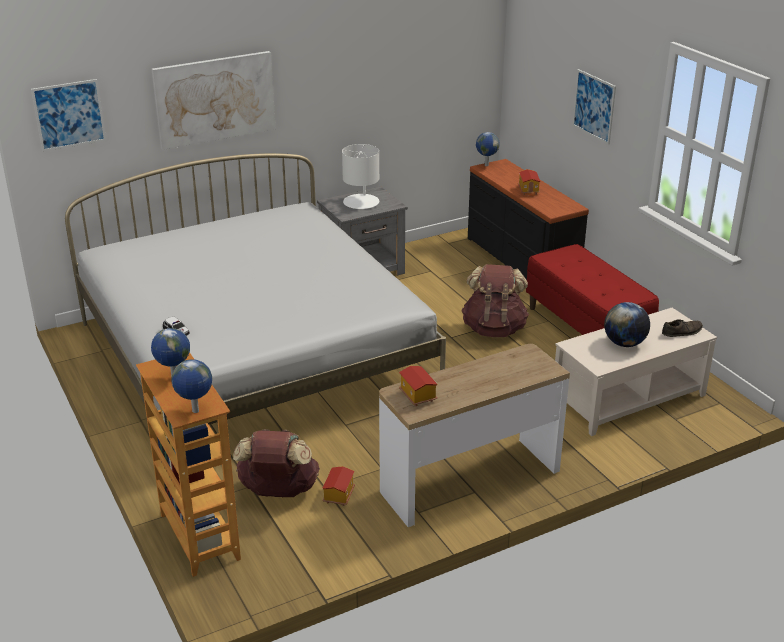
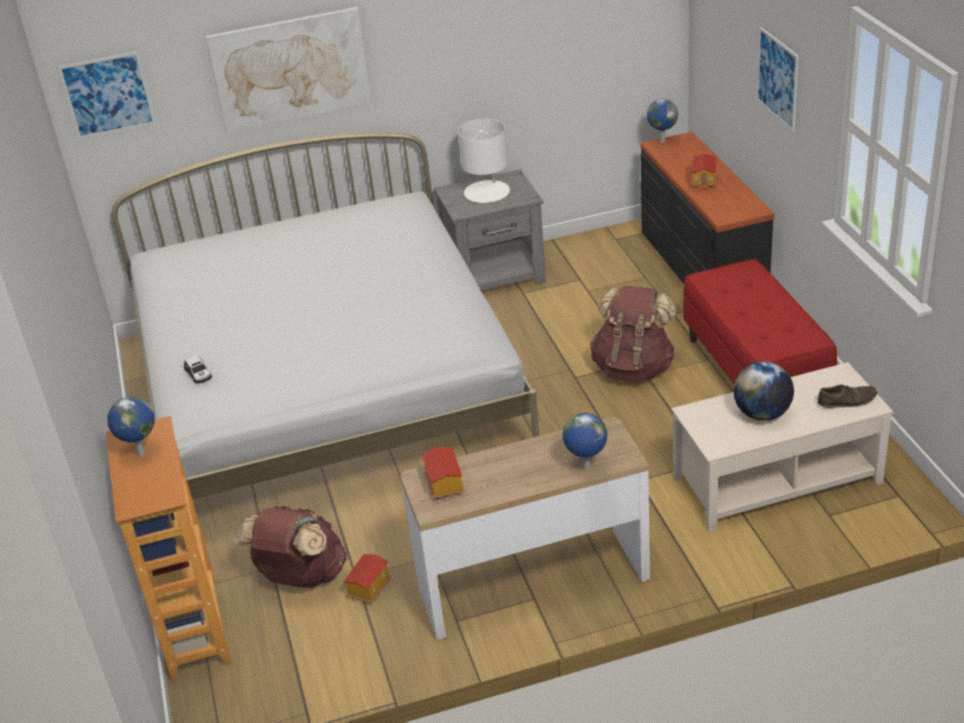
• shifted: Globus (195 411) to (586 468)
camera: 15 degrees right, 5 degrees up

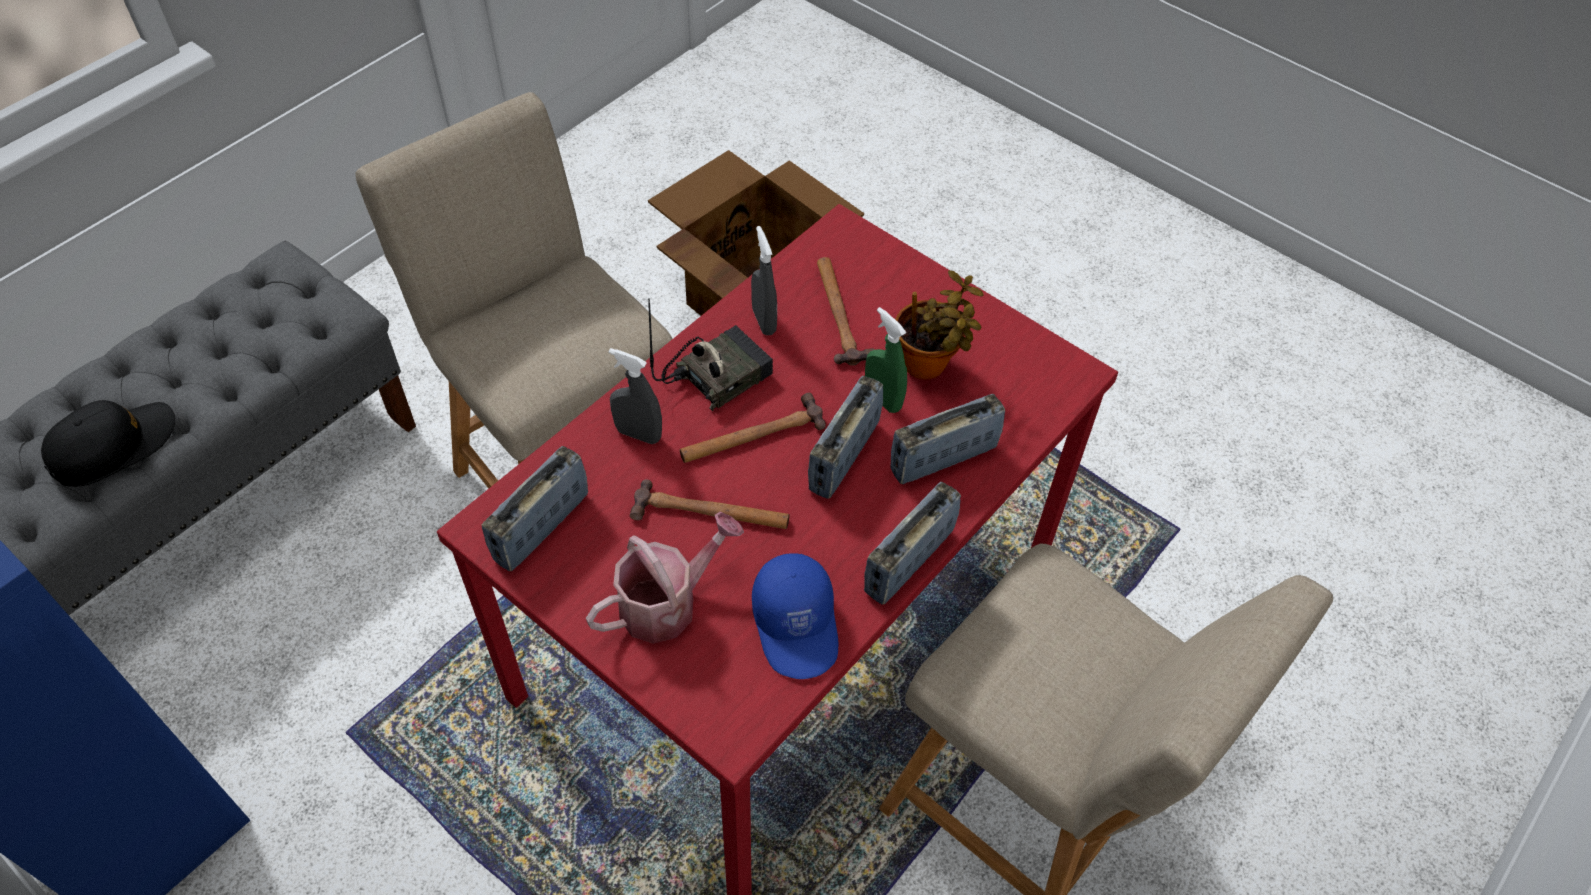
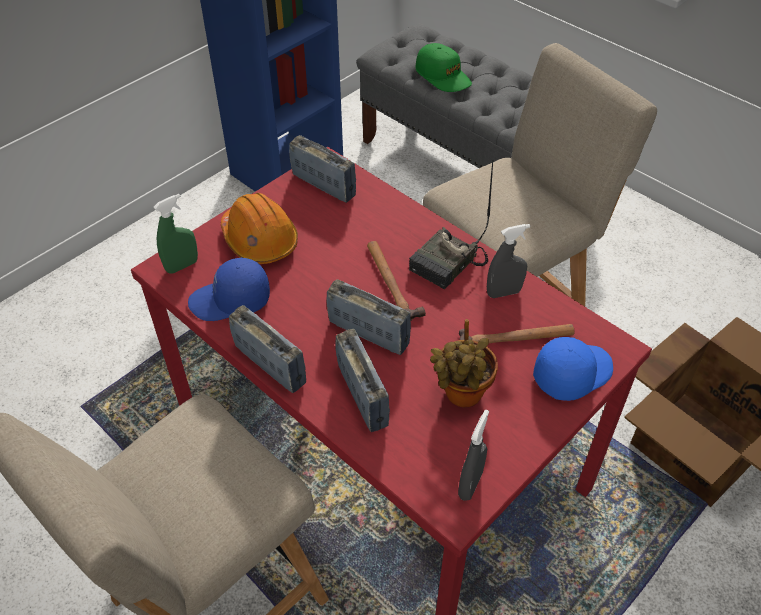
• gone: Hammer (710 514)
• new: Kappe [blau] (571 373)
• shifted: Sprühflasche [grau] (638 434) to (470 484)
• shifted: Sprühflasche [grün] (882 399) to (182 266)
• swapped: Gießkanne (667 603) to Schutzhelm [orange] (260 240)
• repainted: Kappe [schwarz] (114 446) to Kappe [grün] (443 76)
• rotated: Radio (717 374) = (449 265) 75 degrees clockwise
camera: 95 degrees right, 5 degrees down

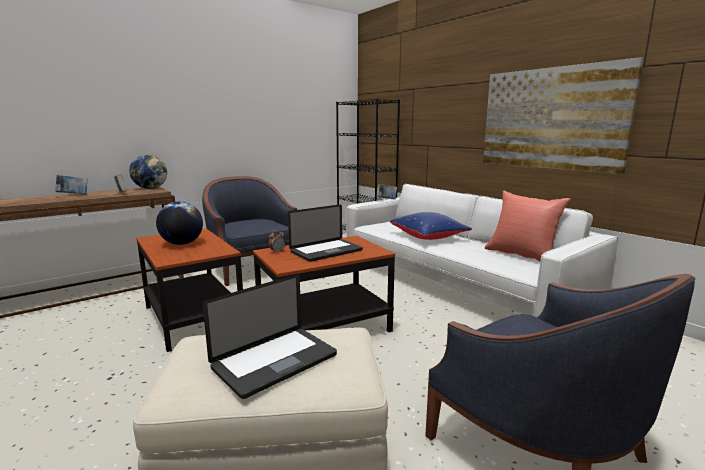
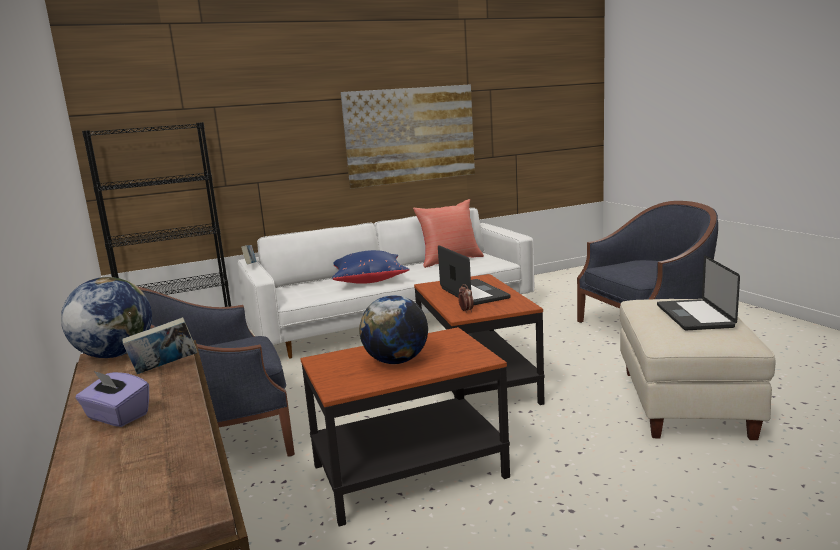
• swapped: Buch (73 195) to Taschentuchbox [lila] (117 417)
• rotated: Laptop (275 362) = (694 316) 150 degrees counterclockwise
camera: 75 degrees left, 0 degrees up

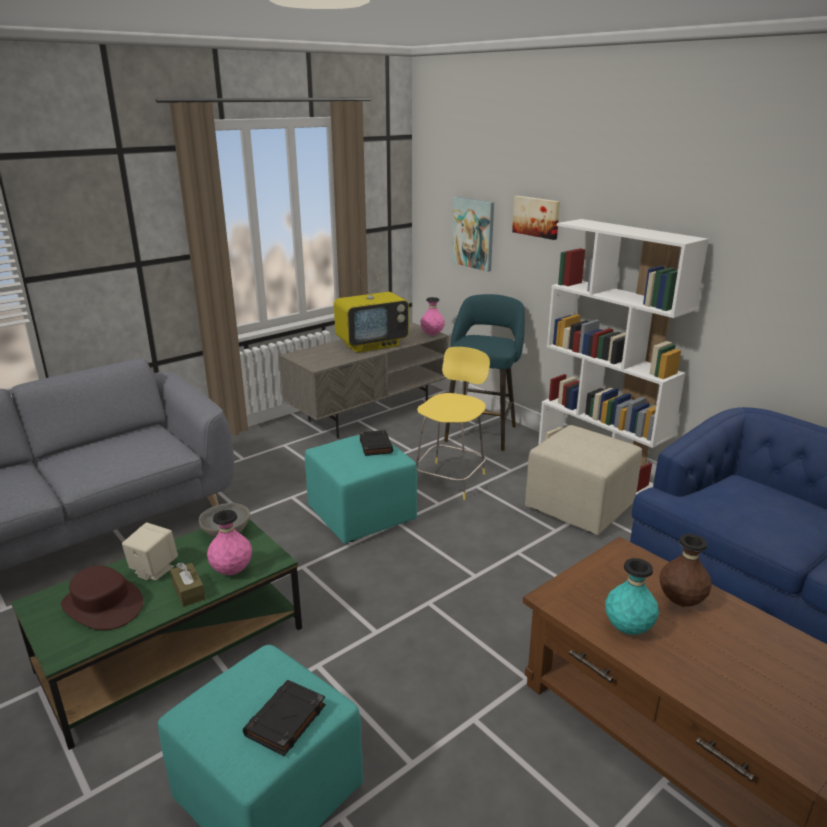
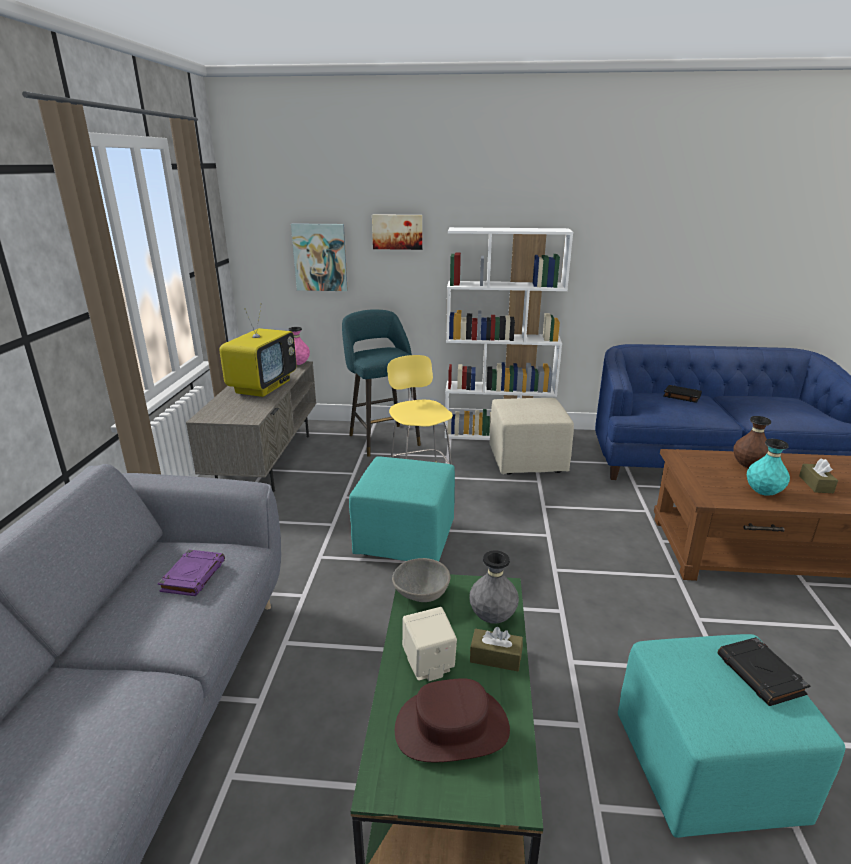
• new: Buch [lila] (193 575)
• new: Taschentuchbox [braun] (815 484)
• shifted: Buch [schwarz] (375 445) to (681 396)
• repainted: Vase [rosa] (232 571) to Vase [grau] (492 617)
camera: 45 degrees left, 0 degrees up

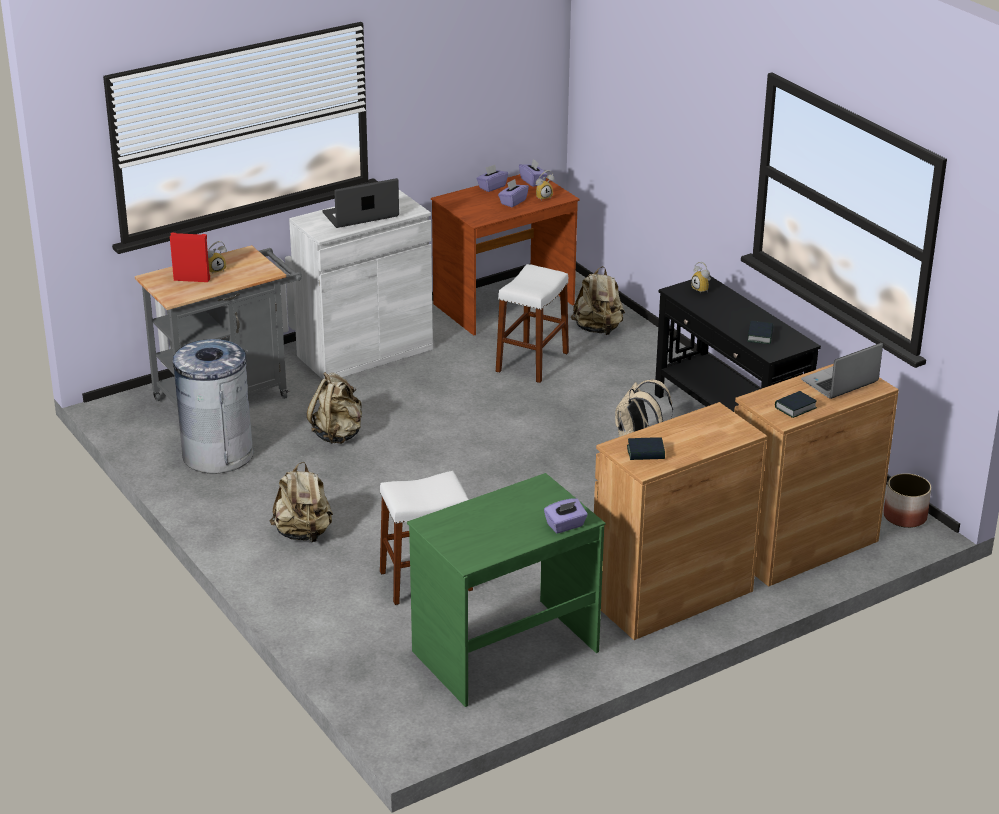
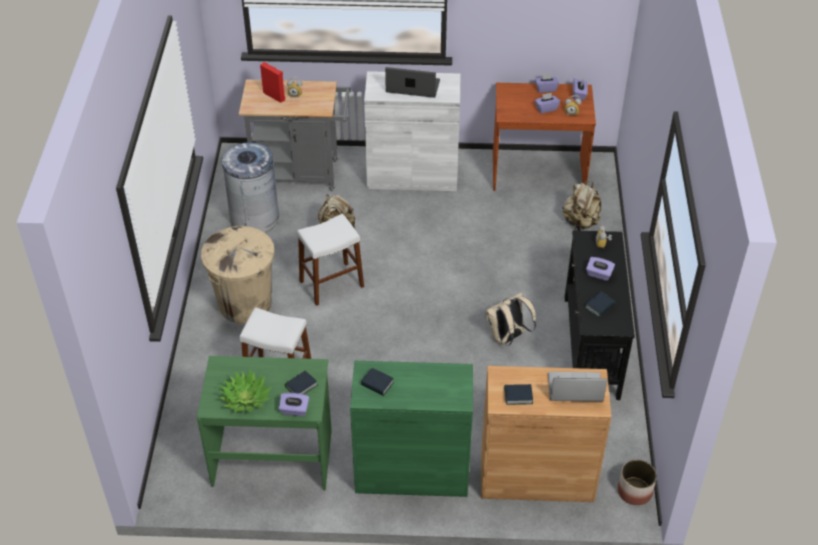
• new: Topfpflanze (246 398)
• new: Buch (301 386)
• new: Taschentuchbox [lila] (599 274)
• shifted: Hocker [weiß] (532 362) to (331 284)
• swapped: Rucksack [beige] (303 534) to Mülleimer [beige] (245 304)
• repainted: Schrank [braun] (672 596) to Schrank [grün] (412 471)
camera: 35 degrees right, 15 degrees up

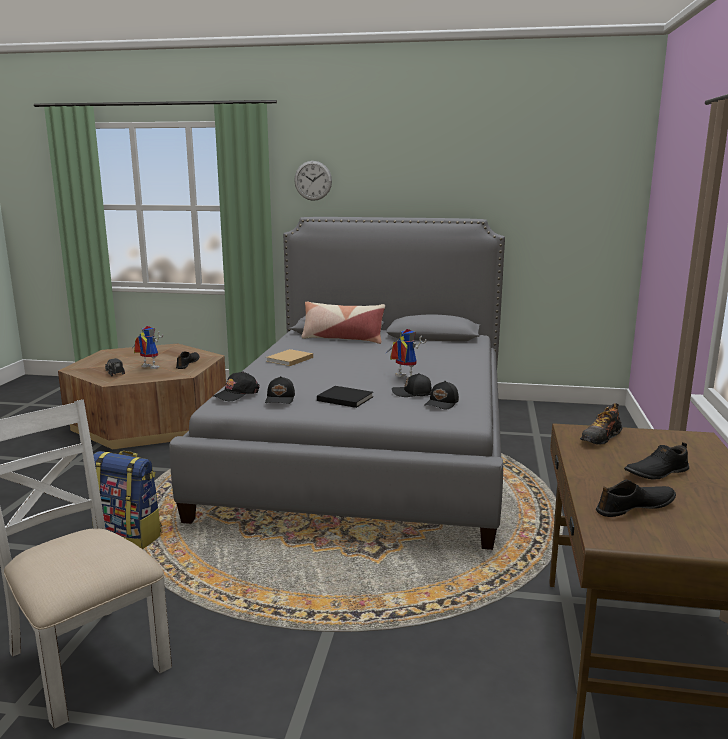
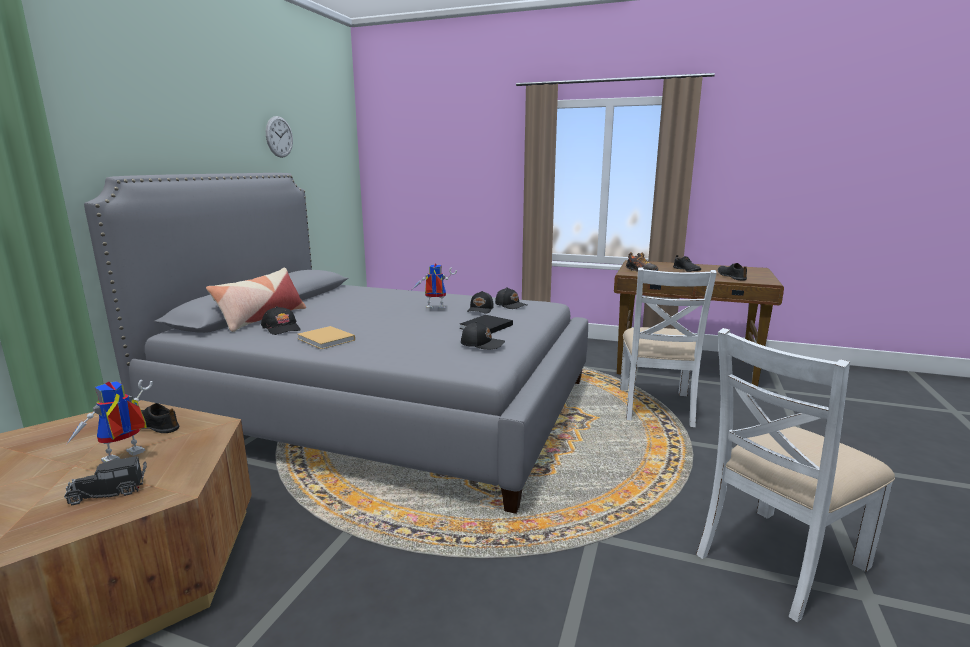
• gone: Rucksack (130 536)
• new: Stuhl [weiß] (656 406)
• shifted: Kappe [schwarz] (236 394) to (282 328)
• shifted: Wanduhr (313 180) to (279 137)
• rotated: Spielzeugroboter (402 377) = (433 309) 45 degrees clockwise
camera: 80 degrees left, 0 degrees up

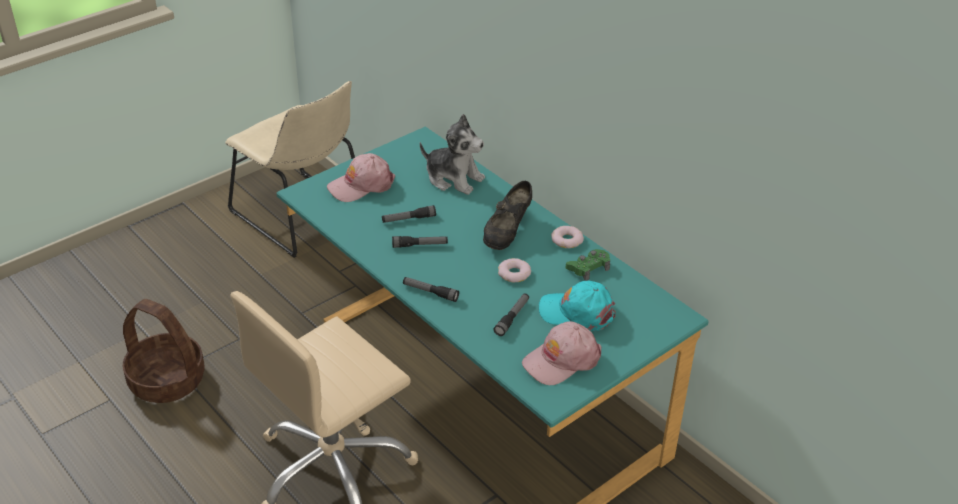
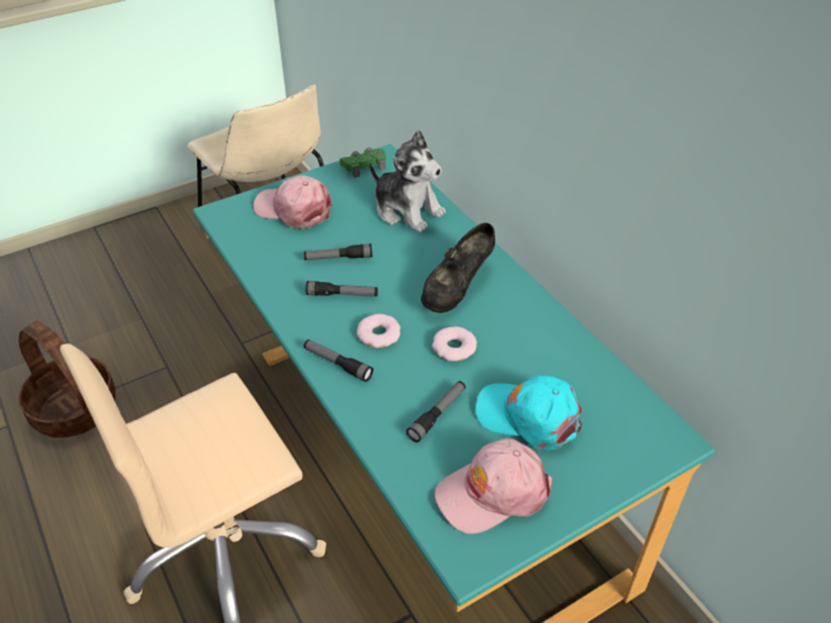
• shifted: Donut (567 240) to (379 334)
• shifted: Gamepad [grün] (588 268) to (364 166)
• rotated: Kappe [rosa] (361 185) = (294 209) 45 degrees clockwise
camera: 10 degrees right, 5 degrees up

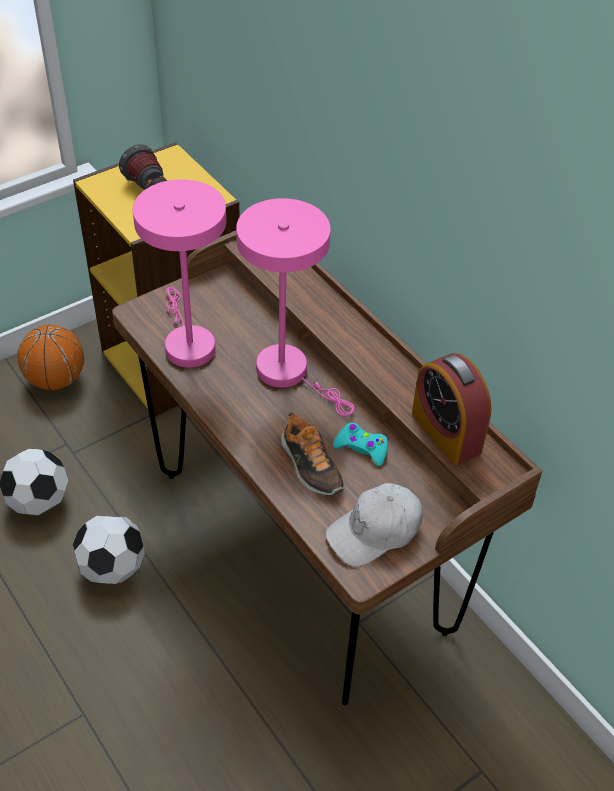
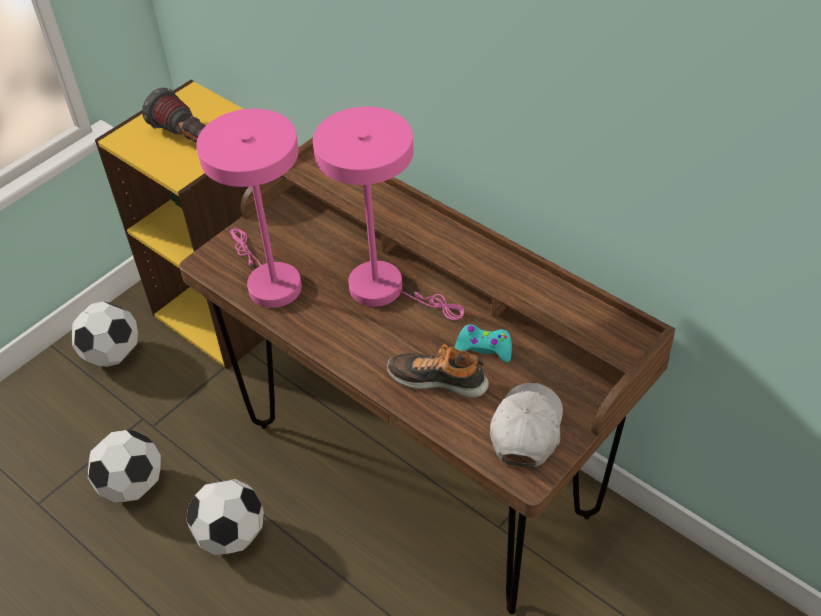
• gone: Wecker (446 432)
• swapped: Basketball (56 379) to Fußball (112 354)
• rotated: Schuh (310 466) = (438 379) 150 degrees clockwise
• rotated: Kappe [weiß] (375 532) = (526 429) 150 degrees clockwise
camera: 10 degrees left, 0 degrees up

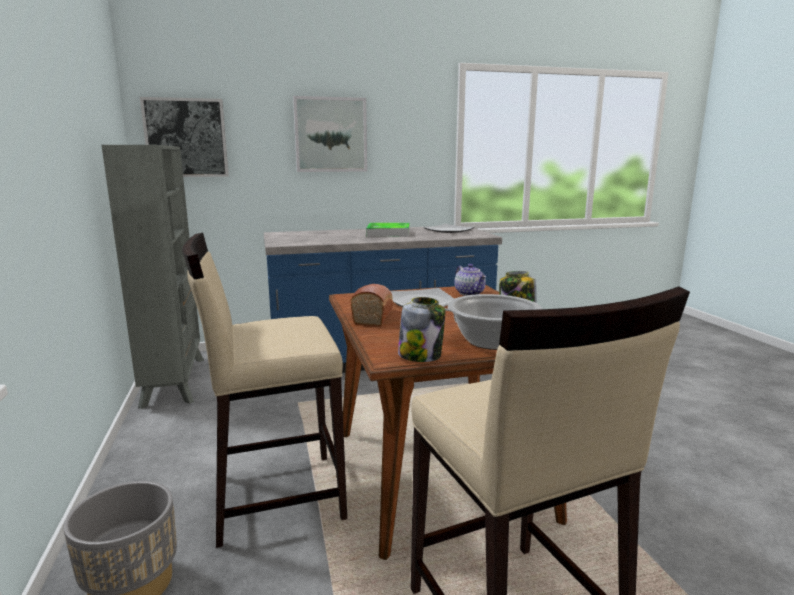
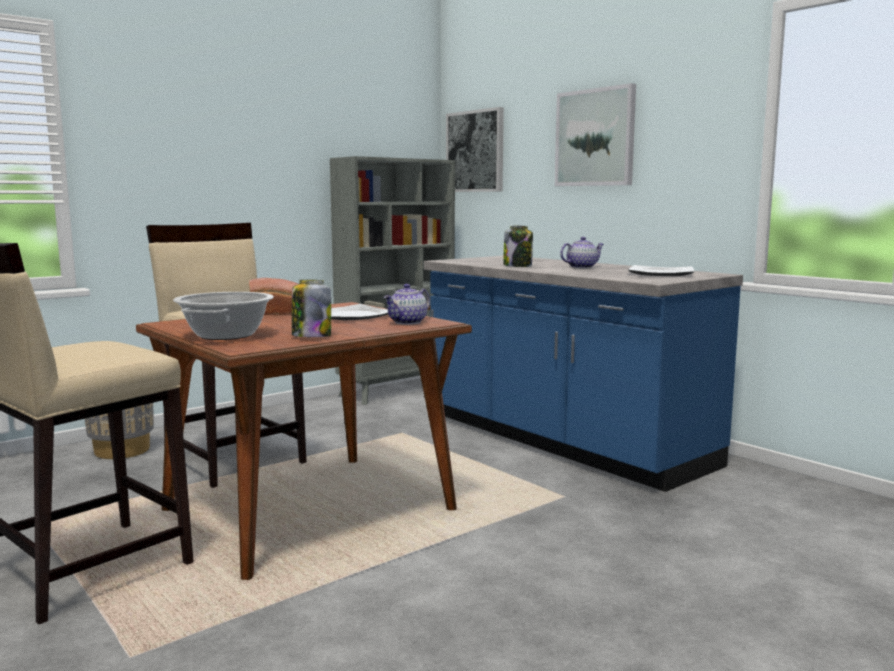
• shifted: Vorratsglas (420 355) to (518 266)
• swapped: Tablett (388 233) to Teekanne (581 267)
camera: 65 degrees right, 5 degrees down

